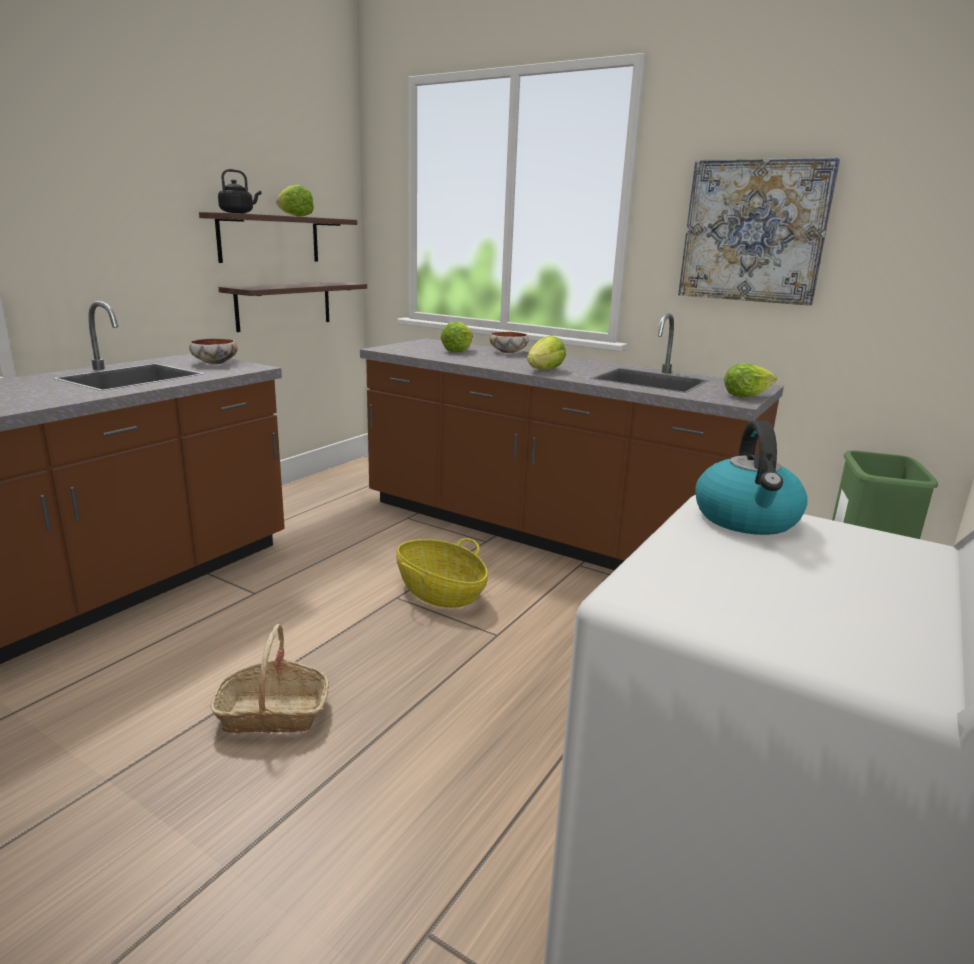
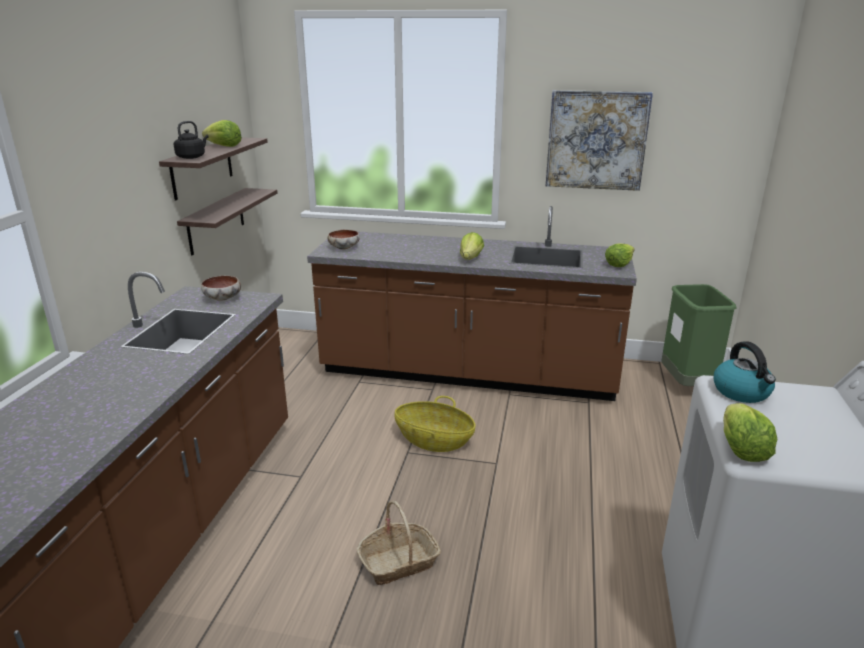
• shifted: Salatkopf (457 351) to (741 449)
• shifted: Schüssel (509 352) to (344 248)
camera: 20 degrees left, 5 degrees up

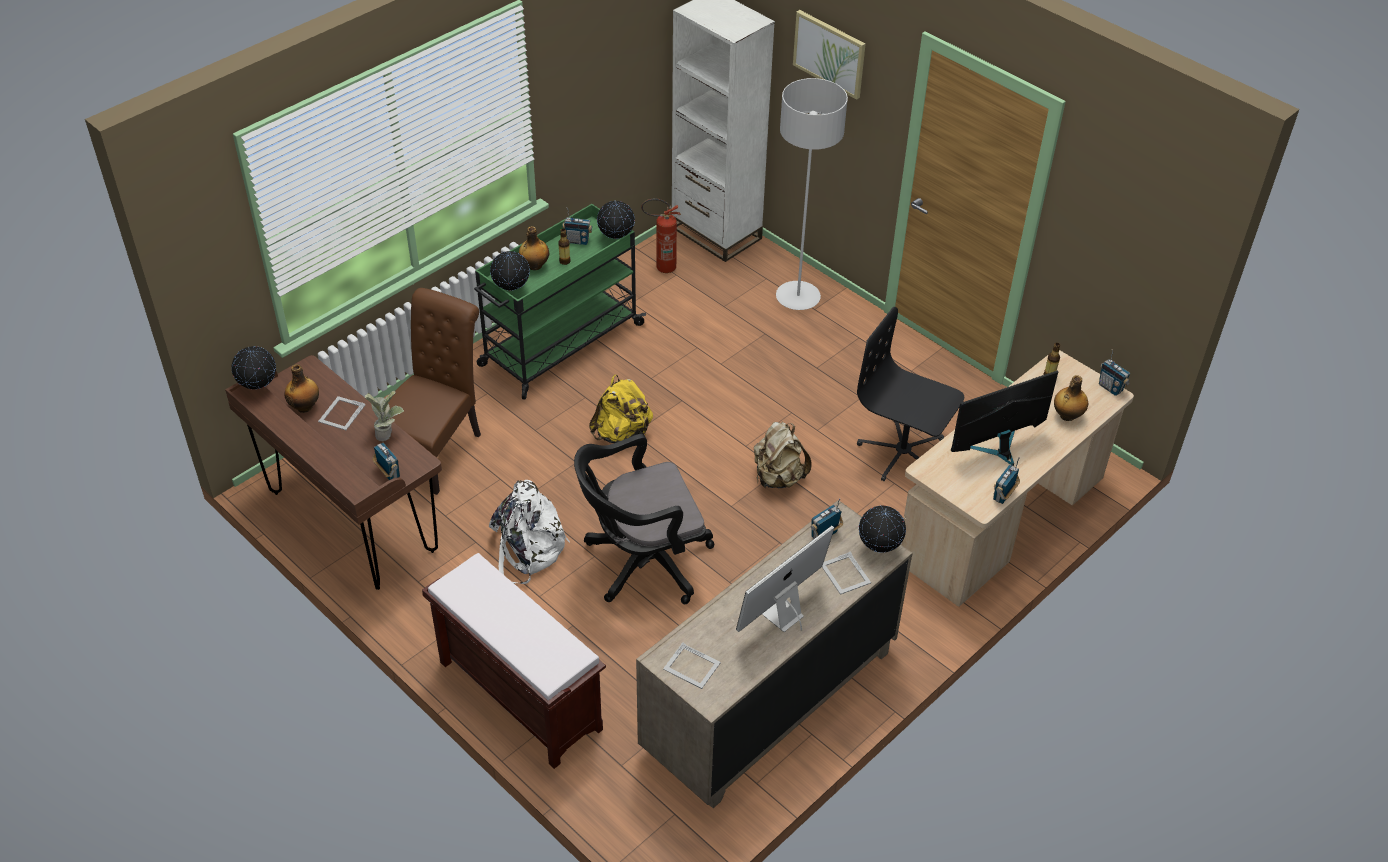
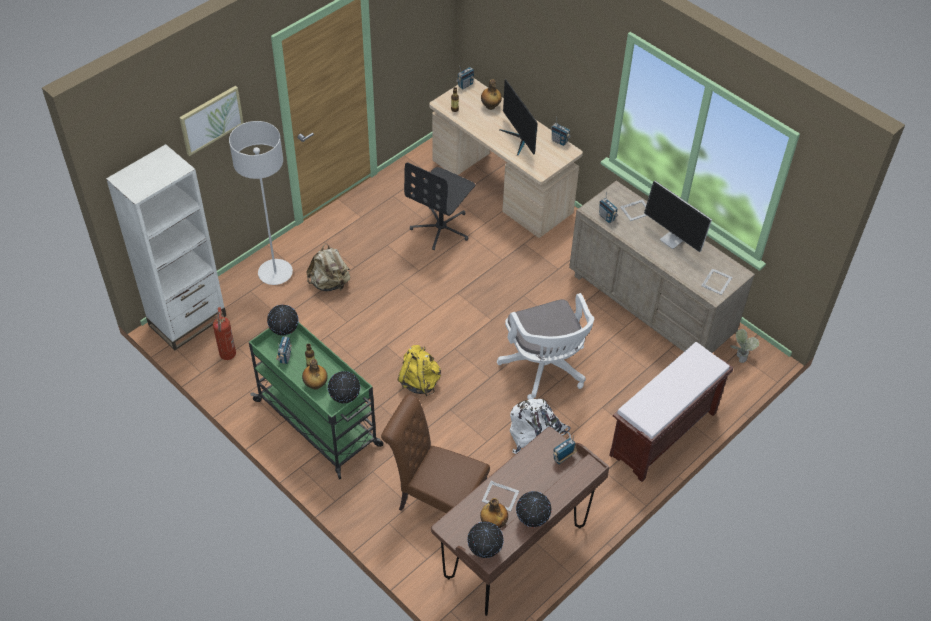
• shifted: Topfpflanze (388 434) to (739 356)
• shifted: Rucksack [beige] (778 477) to (330 283)
• shifted: Globus (879 548) to (532 520)
• repainted: Bürostuhl [schwarz] (641 563) to Bürostuhl [weiß] (545 369)
camera: 90 degrees left, 5 degrees up

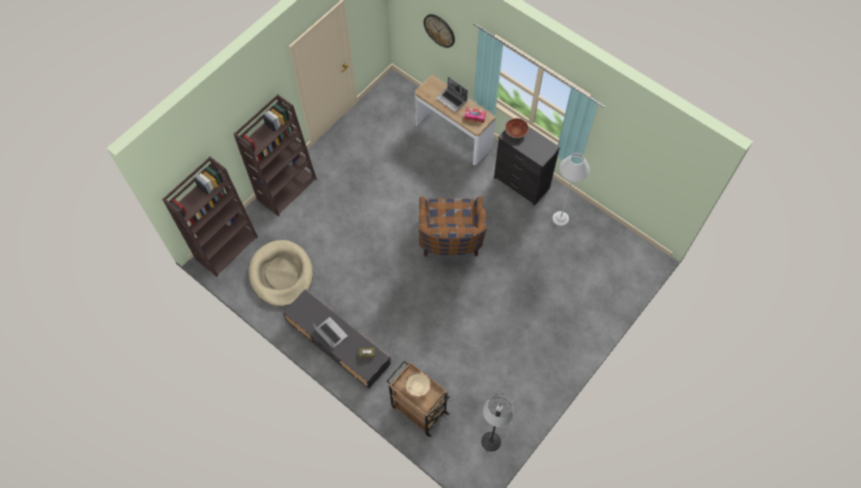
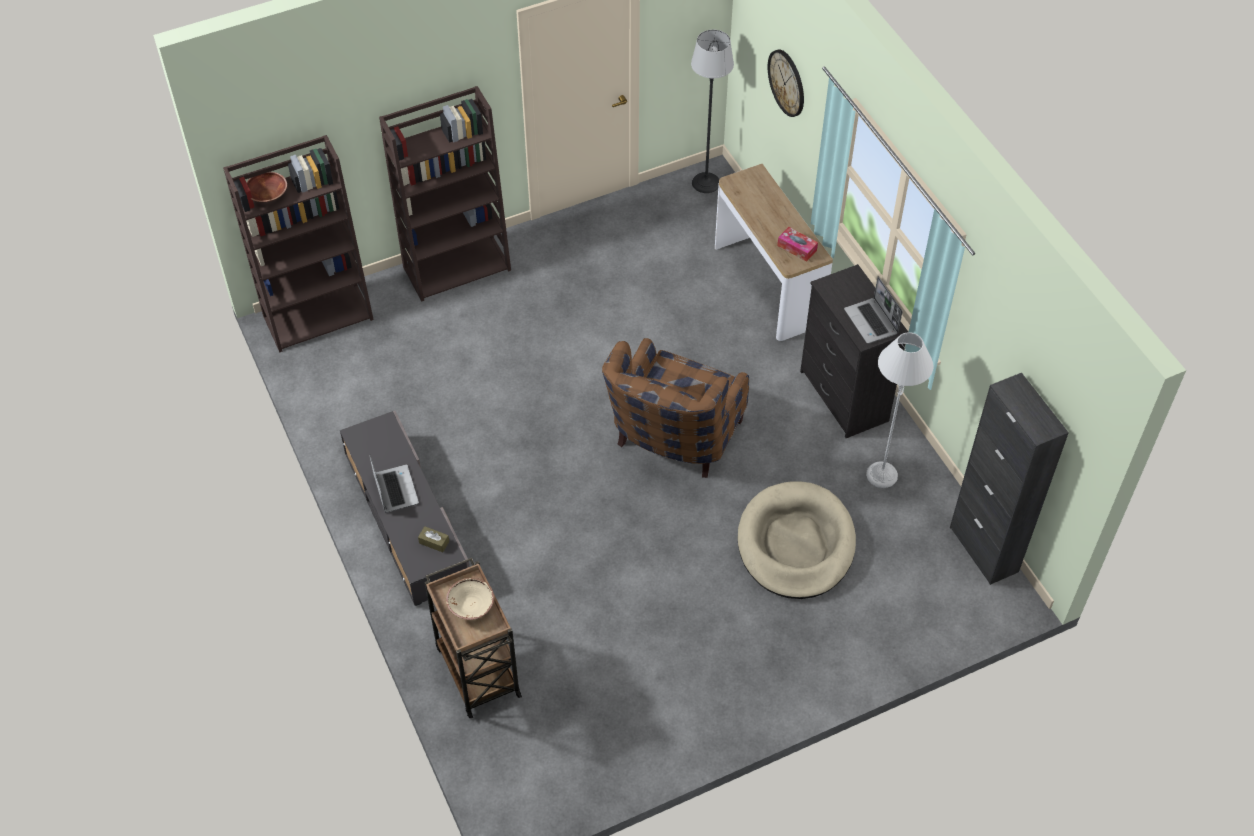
• new: Schrank [schwarz] (983 549)
• shifted: Hundebett [beige] (281 274) to (796 544)
• shifted: Laptop (452 100) to (872 322)
• shifted: Stehlampe (490 441) to (705 183)
• shifted: Schüssel [braun] (516 131) to (268 195)
camera: 25 degrees right, 10 degrees down

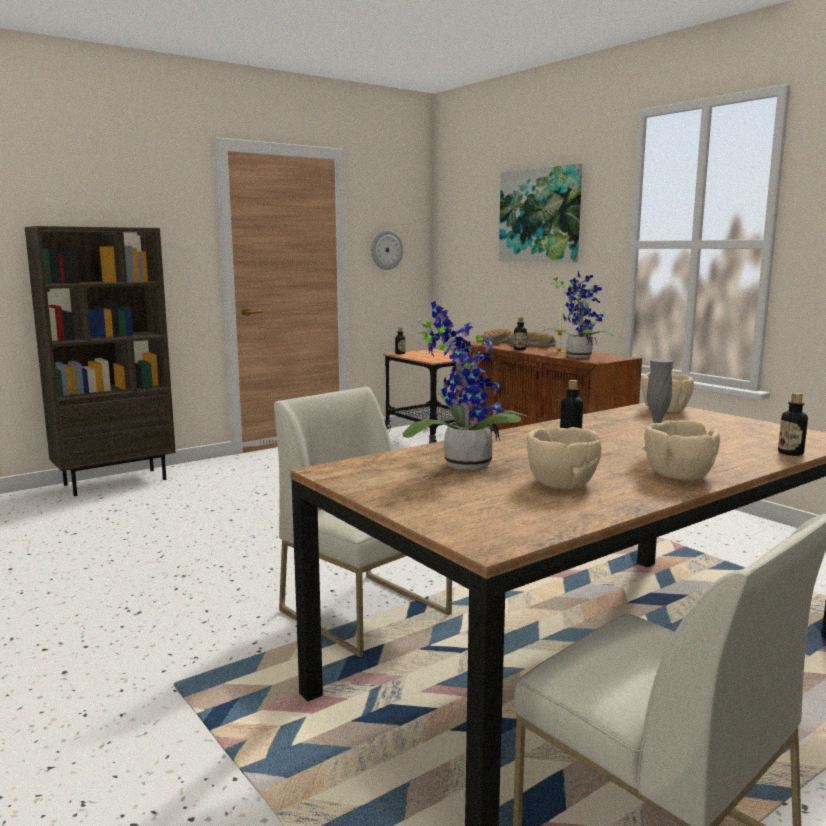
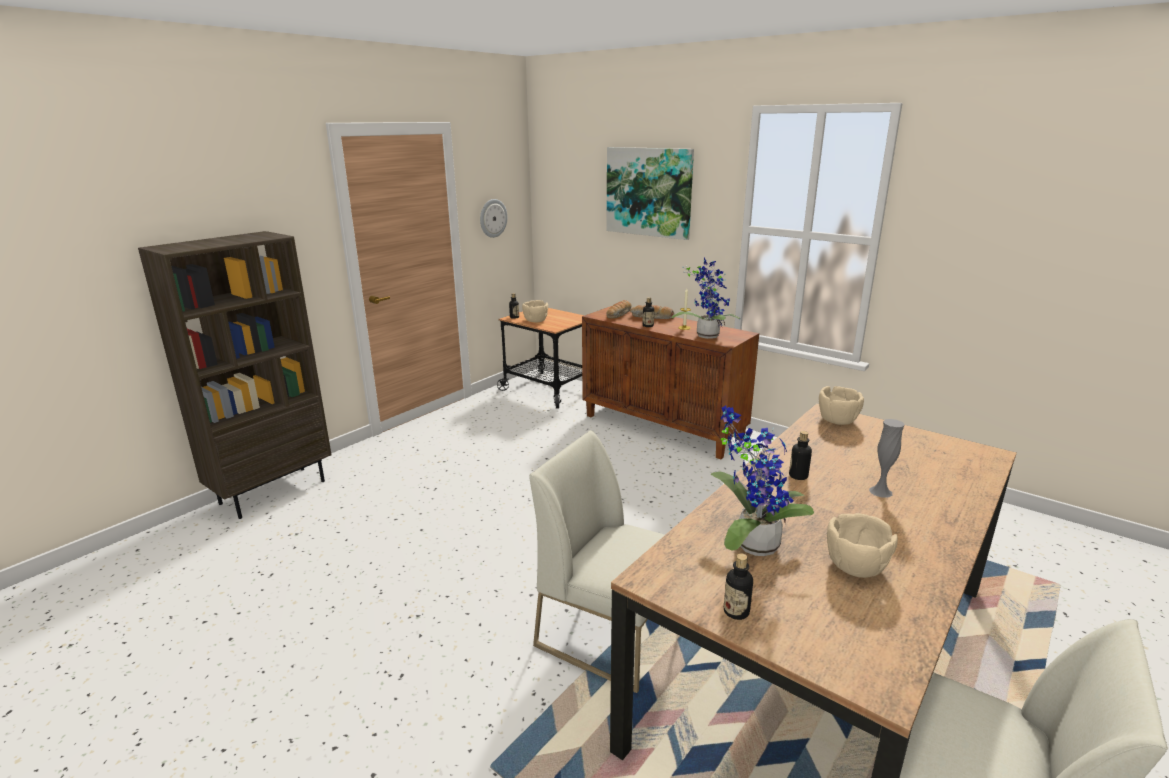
• shifted: Schüssel [beige] (678 475) to (535 320)
• shifted: Flasche (790 453) to (736 612)
camera: 15 degrees left, 10 degrees up

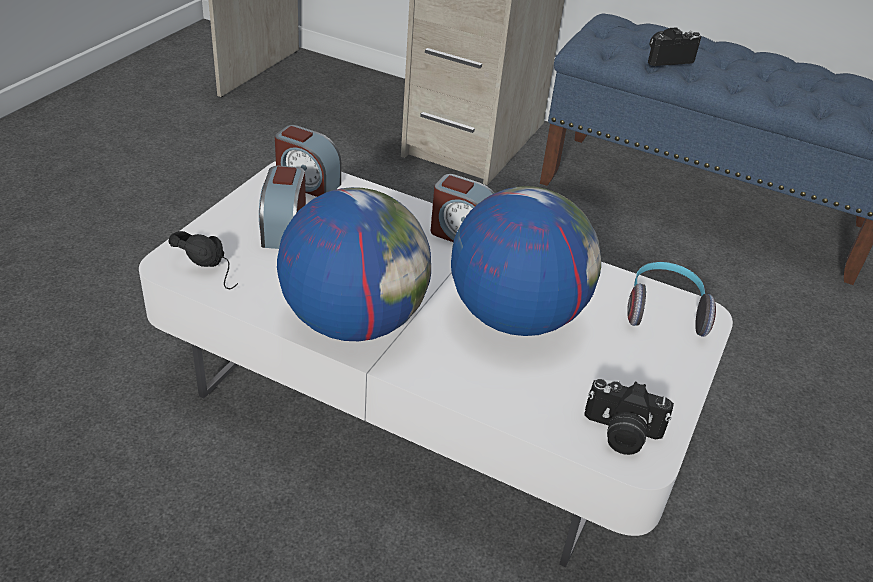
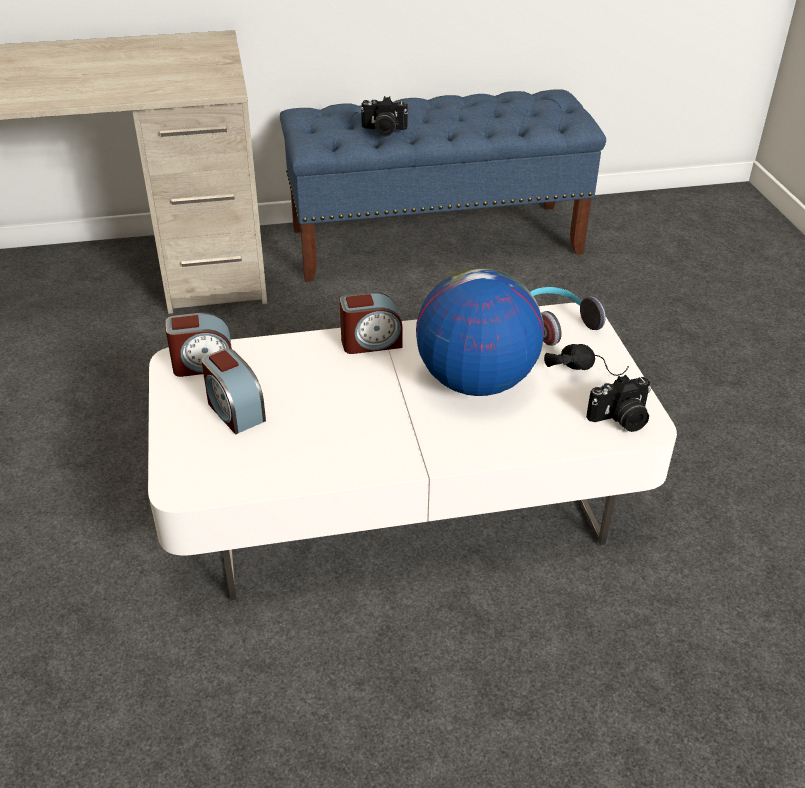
• gone: Globus (353 321)
• shifted: Kopfhörer [schwarz] (214 268) to (583 369)
• rotated: Kamera (666 59) = (383 130) 120 degrees counterclockwise
camera: 35 degrees left, 0 degrees up

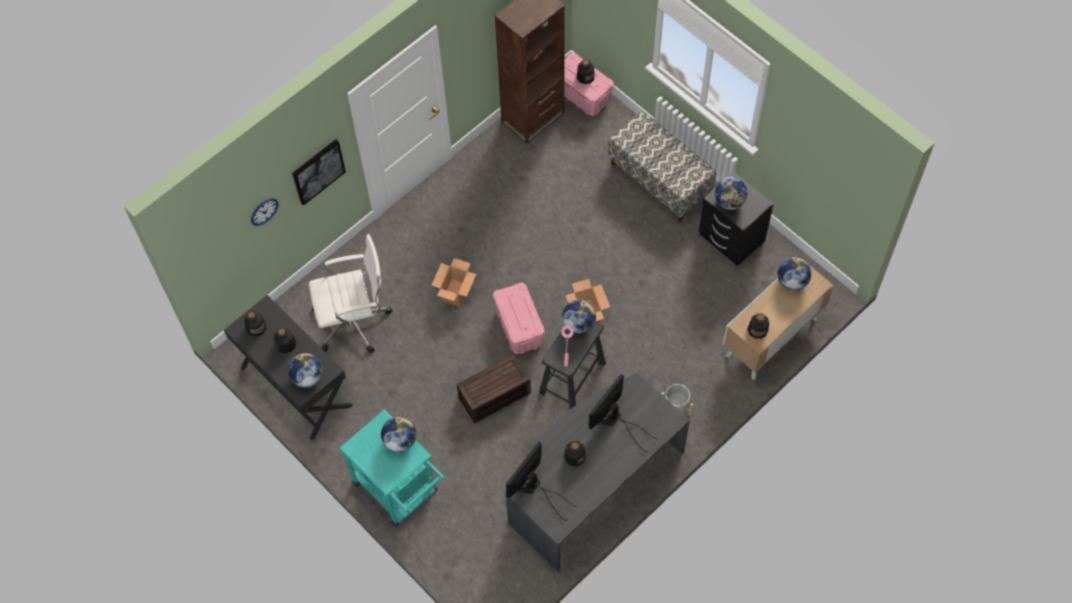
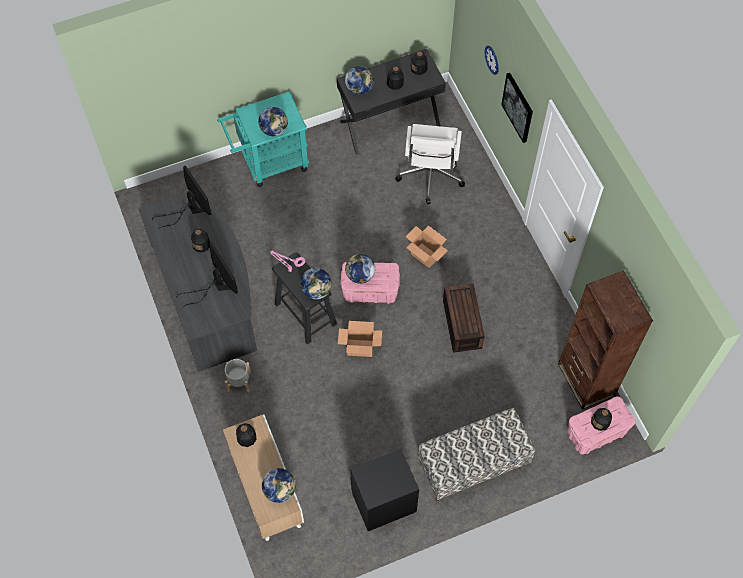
• shifted: Aufbewahrungsbox [braun] (494 396) to (461 323)
• shifted: Globus (729 201) to (360 275)
camera: 110 degrees right, 0 degrees up

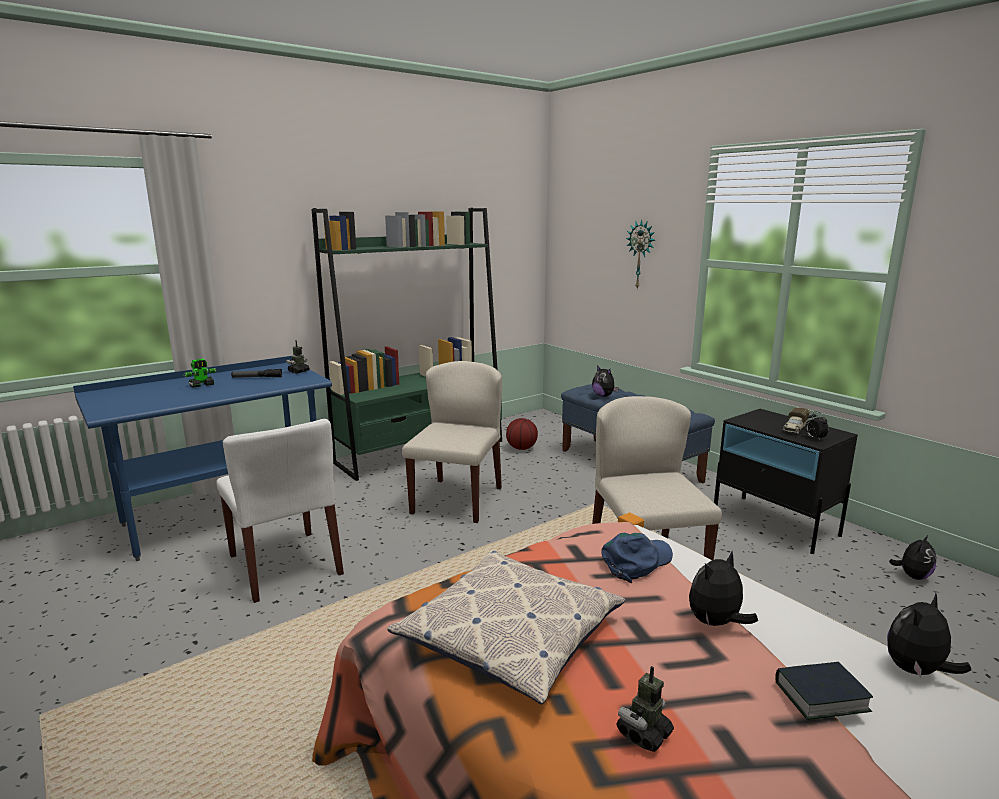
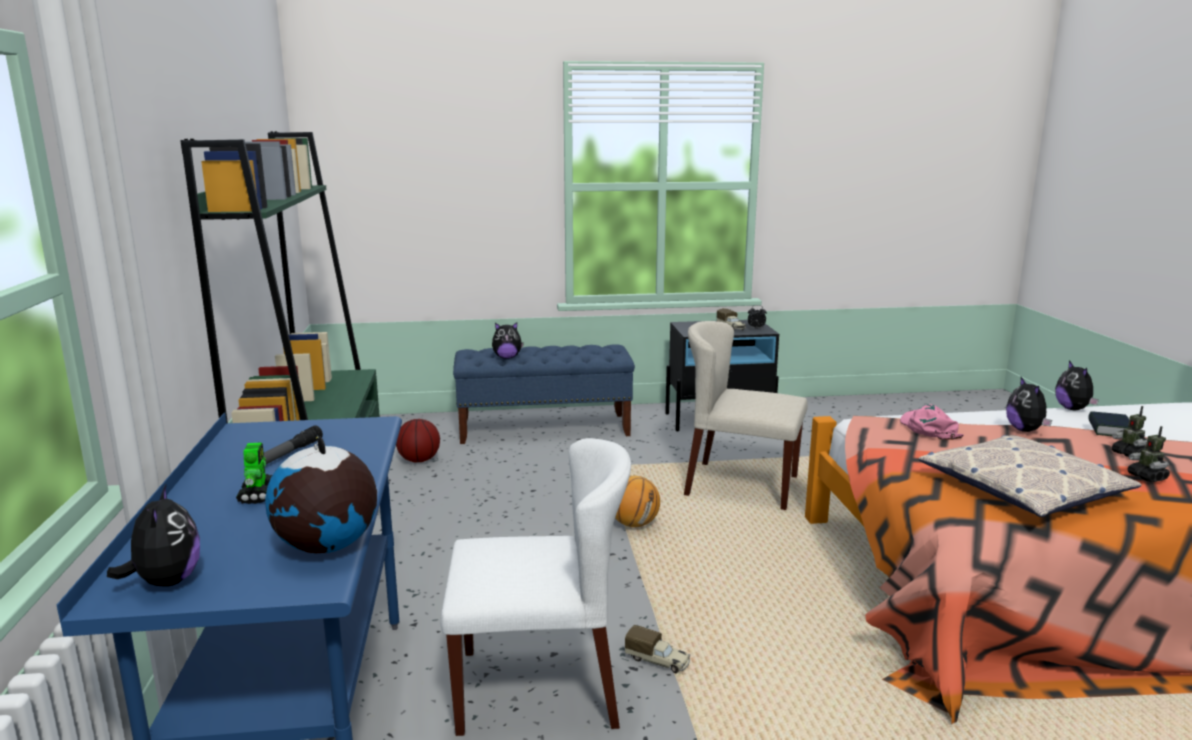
• gone: Stuhl [beige] (457 500)
• gone: Wanduhr (641 254)
• new: Globus (327 547)
• new: Basketball (634 524)
• new: Spielzeuglaster (658 661)
• shifted: Spielzeugroboter (298 372) to (1129 454)
• shifted: Plüschtier (912 576) to (166 582)
• repainted: Kappe [blau] (637 561) to Kappe [rosa] (928 428)
camera: 60 degrees left, 0 degrees up

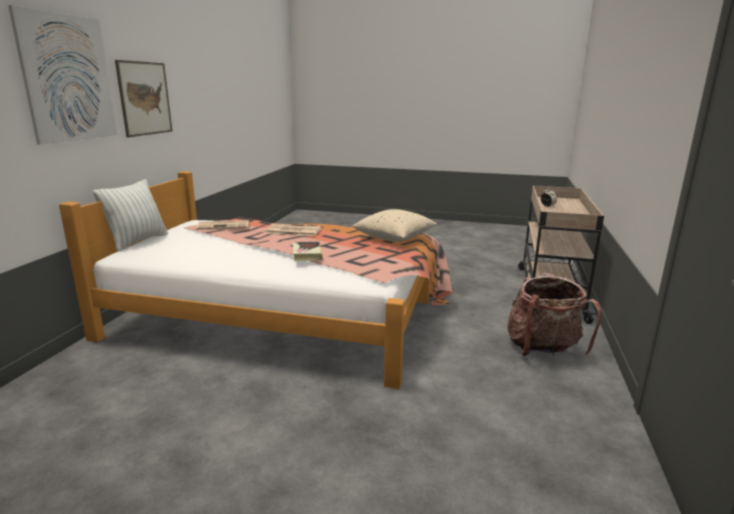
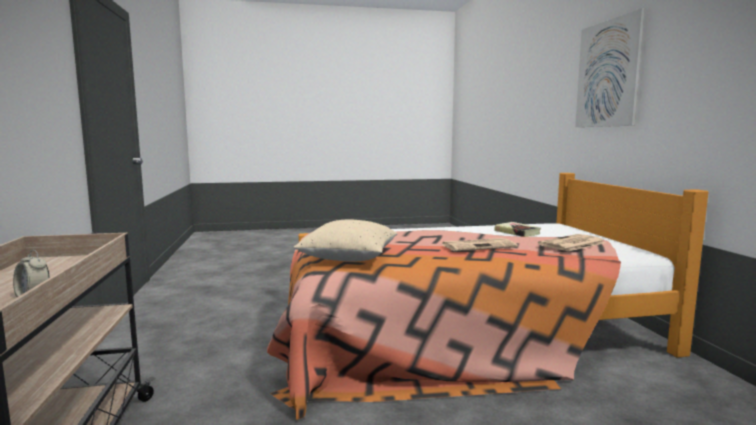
• gone: Kissen (137 241)
• gone: Bild (145 98)
• gone: Rucksack (543 349)
• shifted: Buch (307 254) to (517 232)
camera: 155 degrees right, 10 degrees down

